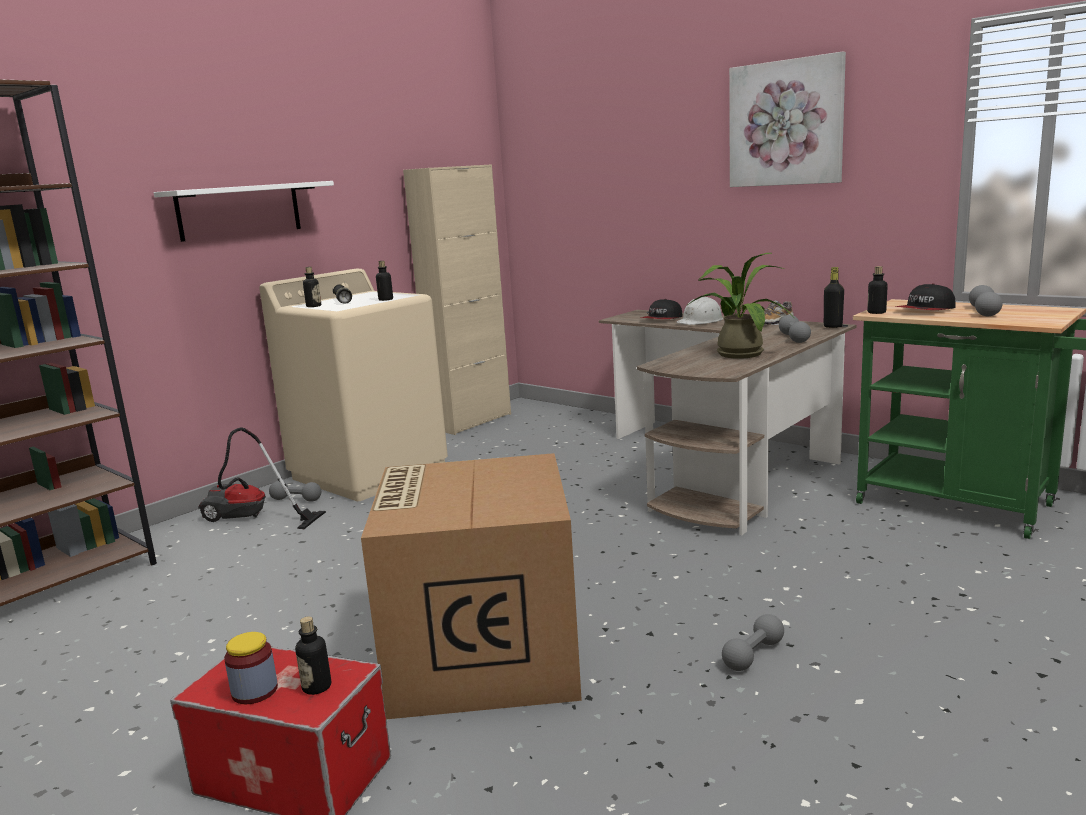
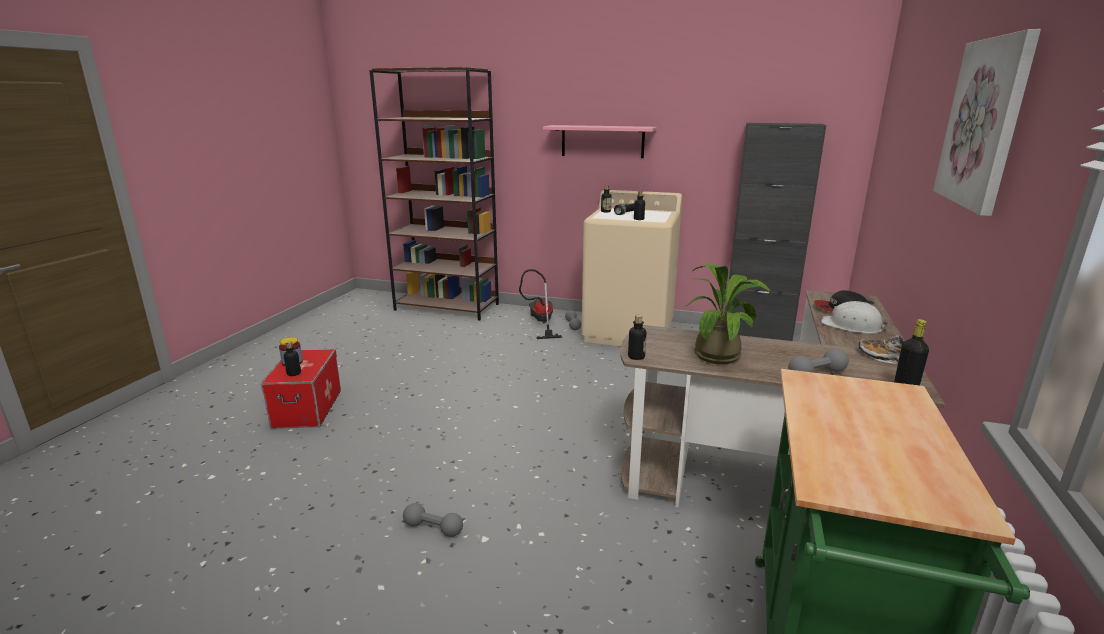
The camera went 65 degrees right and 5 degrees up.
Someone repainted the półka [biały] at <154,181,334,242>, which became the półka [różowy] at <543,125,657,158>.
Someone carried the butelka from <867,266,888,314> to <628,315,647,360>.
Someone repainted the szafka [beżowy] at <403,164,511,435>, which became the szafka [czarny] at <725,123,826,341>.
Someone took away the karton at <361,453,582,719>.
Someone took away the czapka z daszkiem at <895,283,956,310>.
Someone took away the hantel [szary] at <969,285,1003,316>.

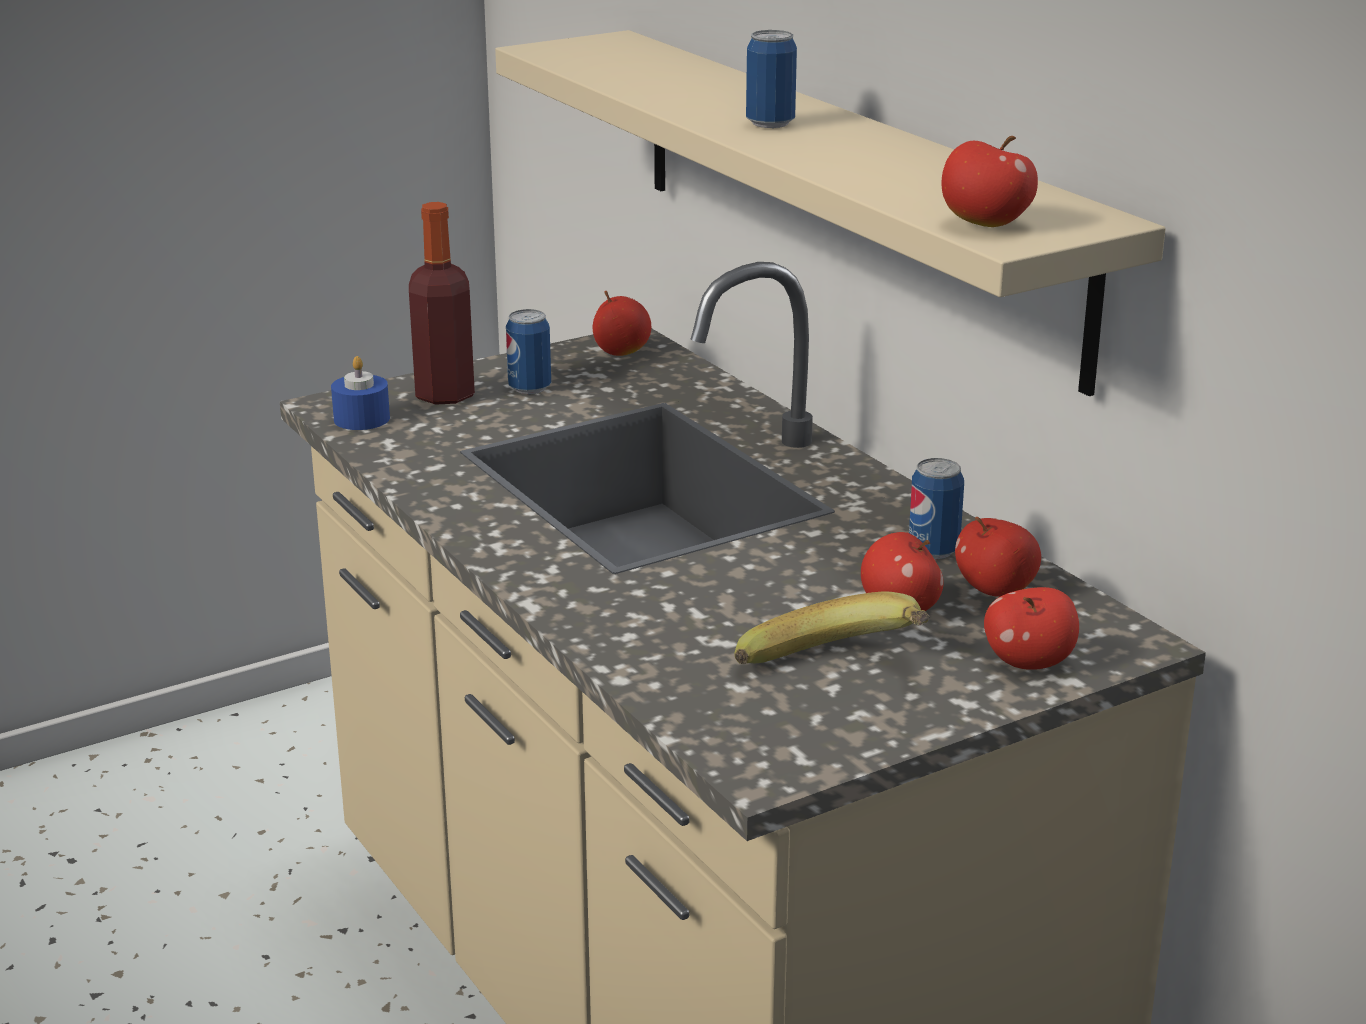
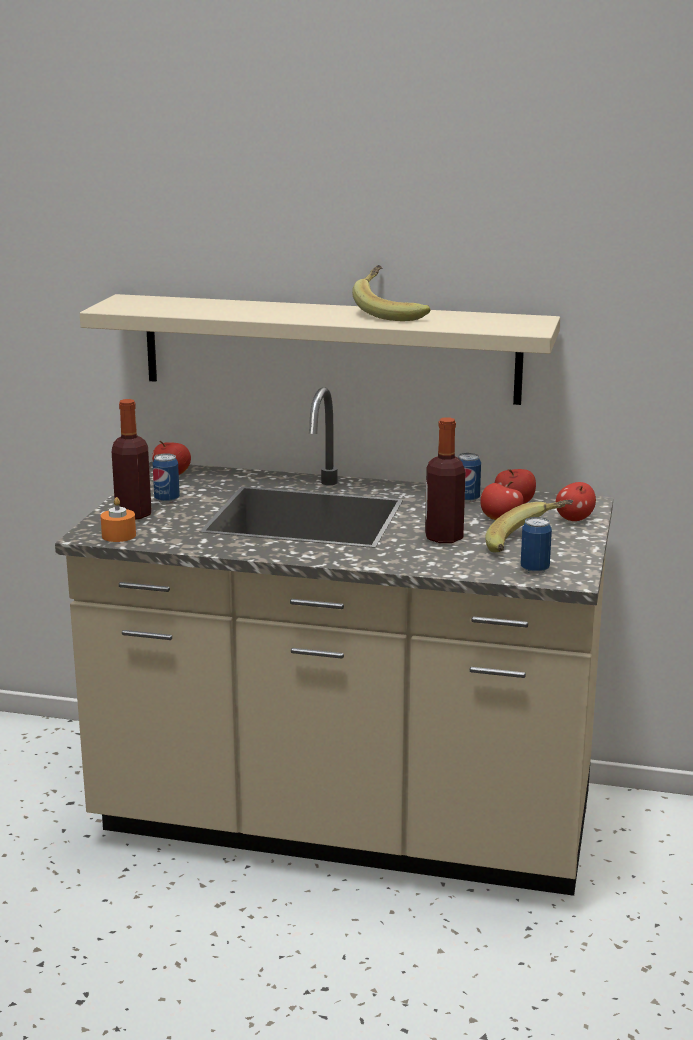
The camera went 45 degrees left and 5 degrees down.
Someone repainted the świeca [niebieski] at <331,356,390,430>, which became the świeca [pomarańczowy] at <101,497,136,542>.
Someone put down the banan at <352,265,431,321>.
Someone put down the butelka at <425,417,466,543>.
Someone carried the puszka from <746,30,797,128> to <521,517,552,574>.
Someone took away the jabłko at <942,136,1038,227>.

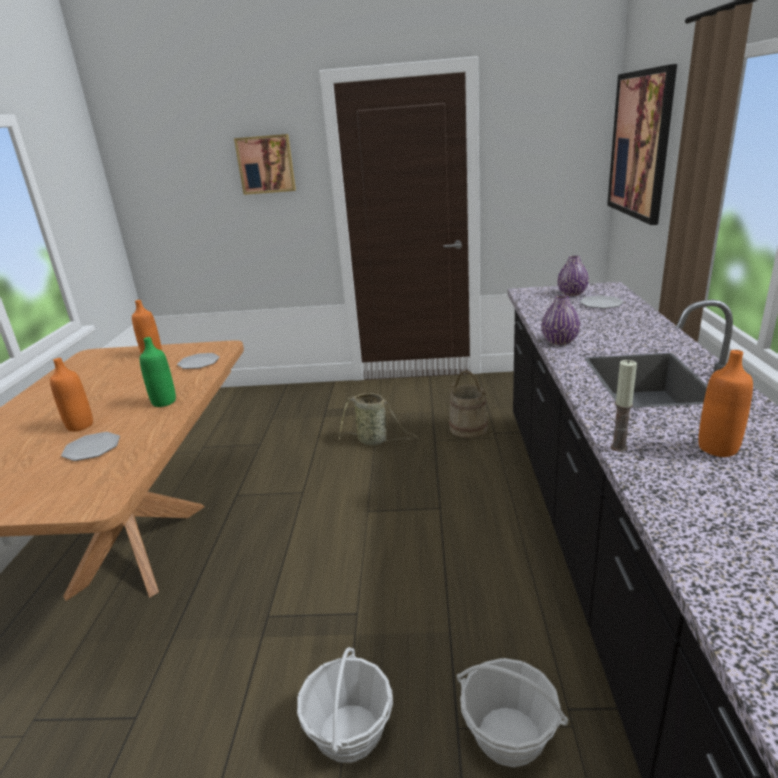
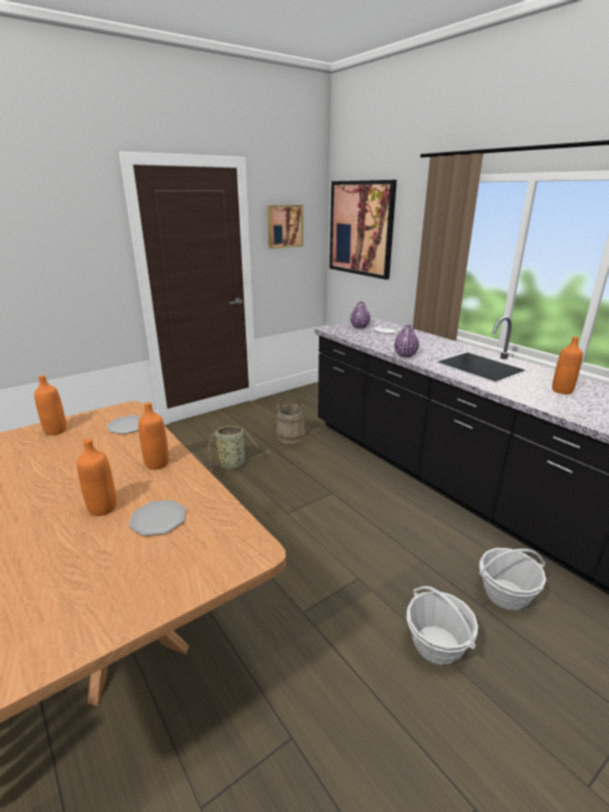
The camera went 40 degrees left and 0 degrees up.
Someone repainted the butelka [zielony] at <140,337,176,407>, which became the butelka [pomarańczowy] at <138,402,169,470>.
Someone carried the obraz from <234,134,296,195> to <267,205,303,249>.
Someone took away the świeca at <611,360,637,452>.

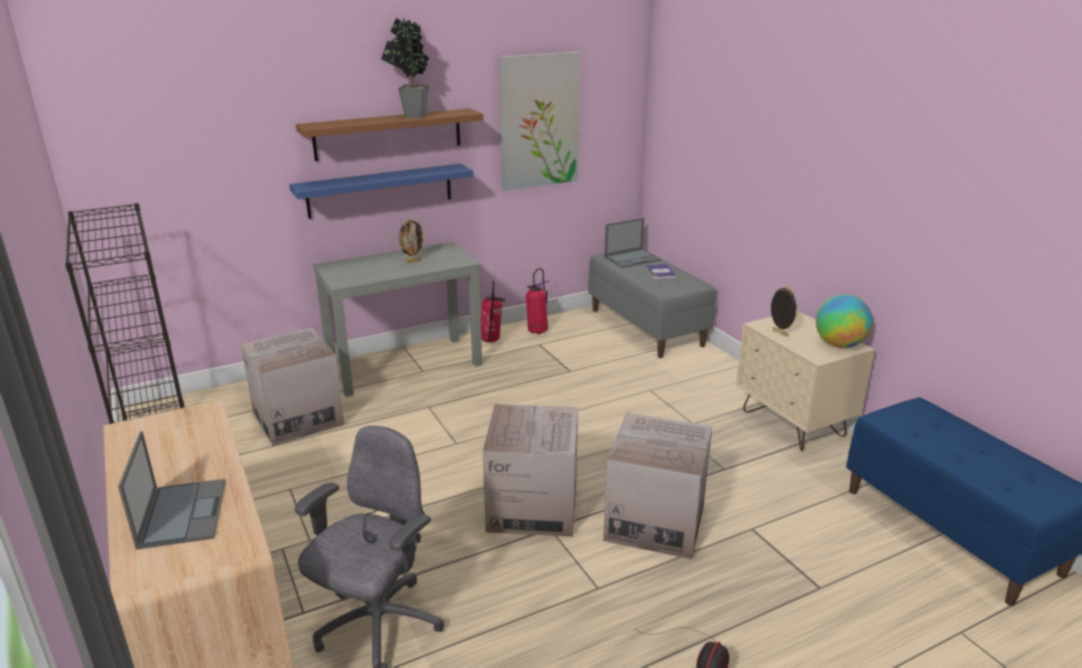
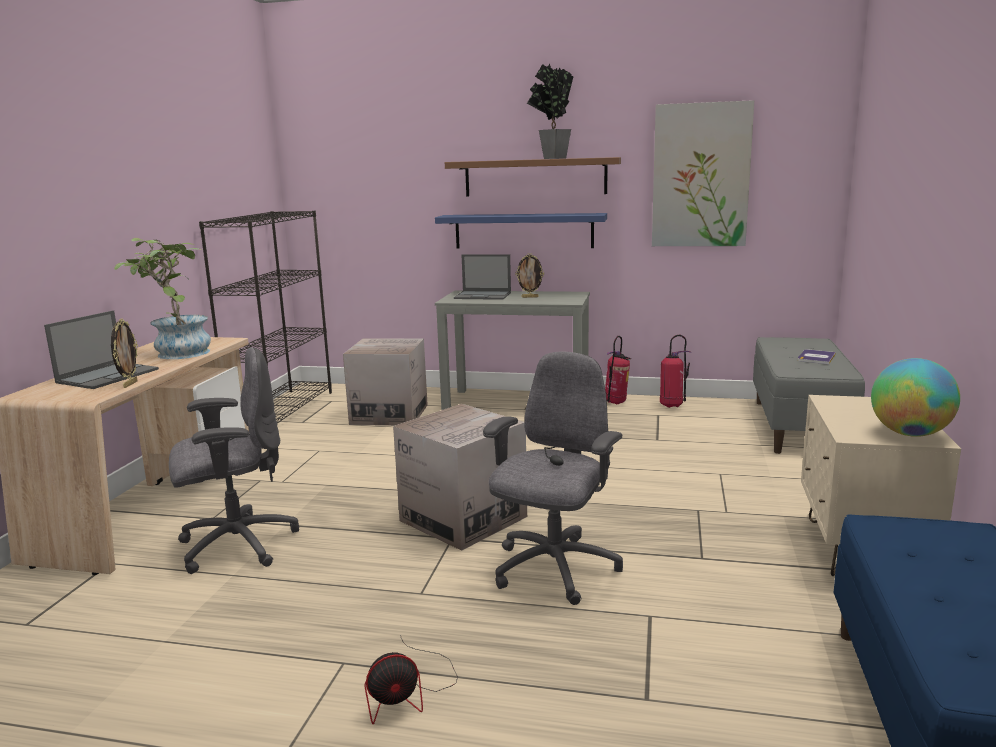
The camera went 40 degrees right and 10 degrees down.
Someone carried the ramka na zdjęcie from <771,286,799,337> to <111,319,138,388>.
Someone put down the roślina doniczkowa at <114,238,211,359>.
Someone carried the laptop from <604,218,661,268> to <454,254,511,300>.
Someone swapped the karton at <603,412,712,559> for the krzesło biurowe [szary] at <483,352,623,605>.

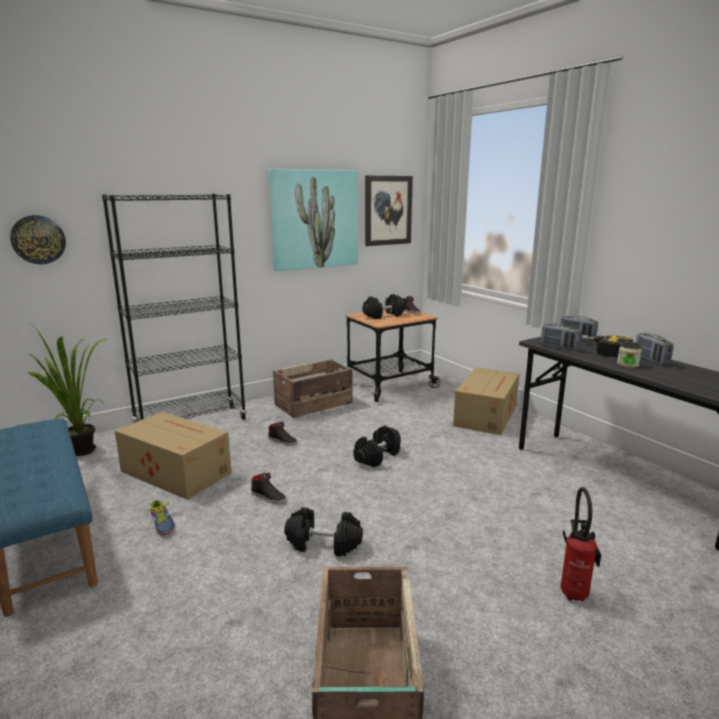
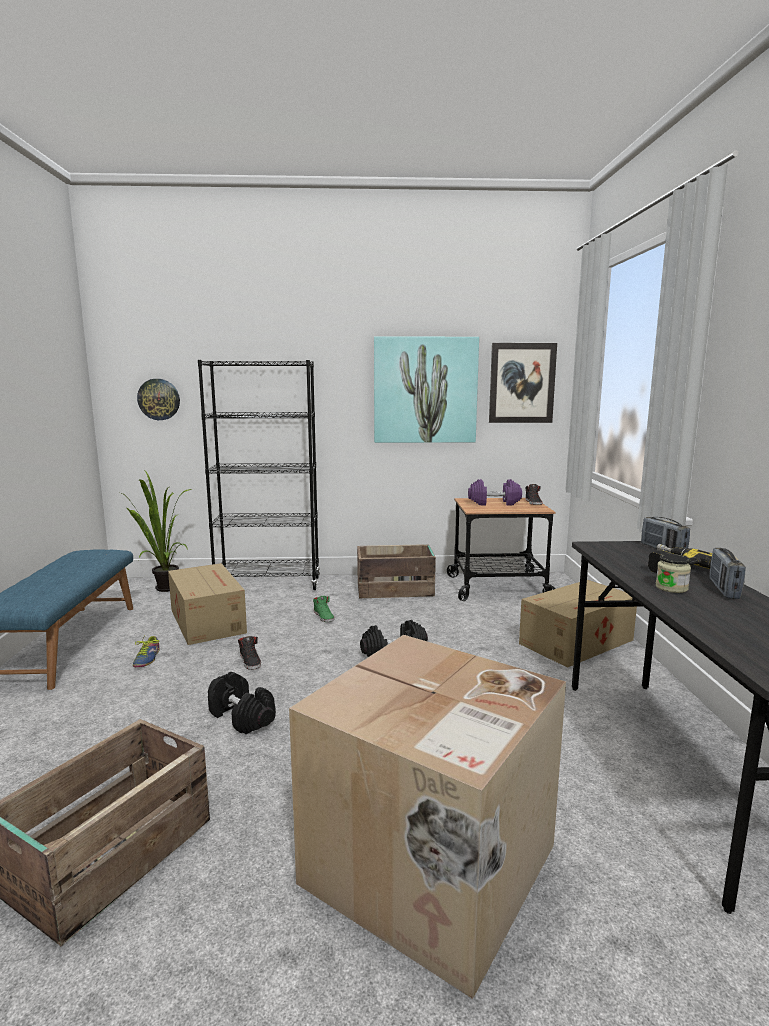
The camera went 30 degrees right and 5 degrees down.
Someone swapped the gaśnica at <560,487,601,601> for the karton at <289,635,566,999>.
Someone repainted the but [czarny] at <268,421,298,445>, which became the but [zielony] at <313,596,334,622>.
Someone repainted the hantel [czarny] at <362,294,405,319>, which became the hantel [fioletowy] at <468,479,522,506>.
Someone took away the radio at <541,324,581,351>.

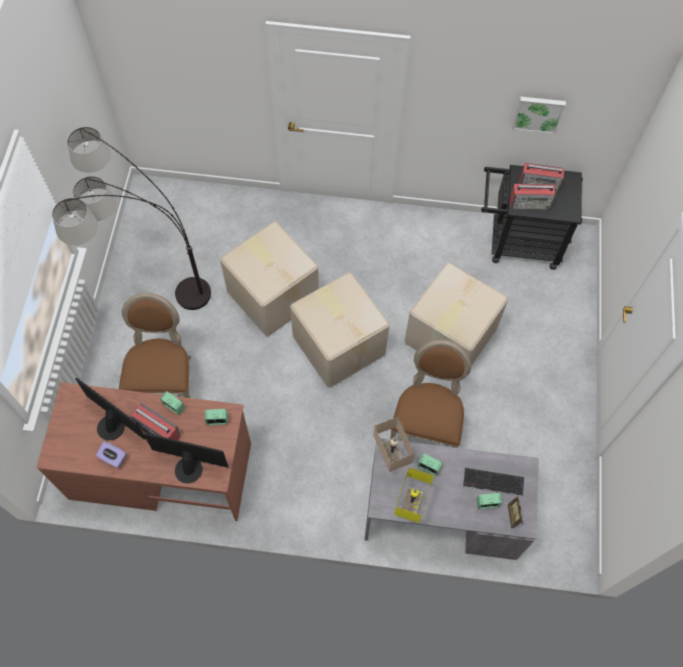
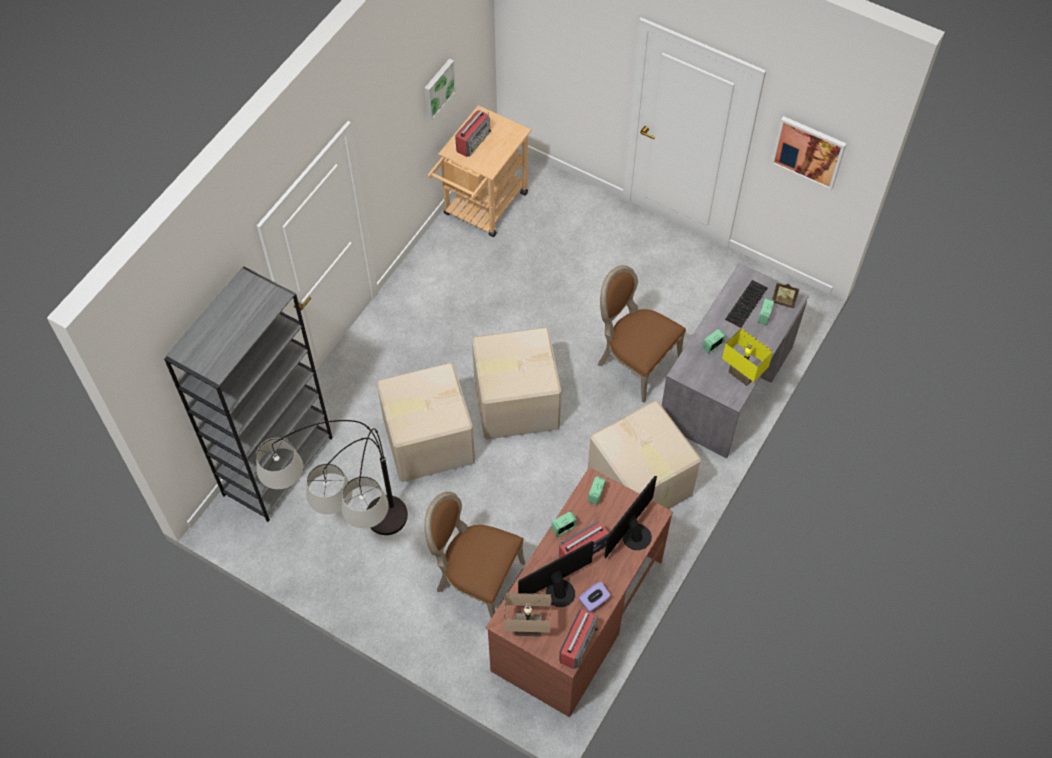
The camera went 65 degrees left and 5 degrees down.
Someone put down the regał [szary] at <164,267,333,522>.
Someone repainted the wózek [czarny] at <481,165,583,270>, which became the wózek [beżowy] at <428,105,531,237>.
Someone carried the lampa stołowa [beżowy] from <373,417,415,472> to <504,593,551,637>.
Someone carried the radio from <510,184,556,210> to <559,609,598,669>.
Someone carried the karton from <405,262,508,365> to <588,401,701,509>.
Someone put up the obraz at <771,116,847,191>.

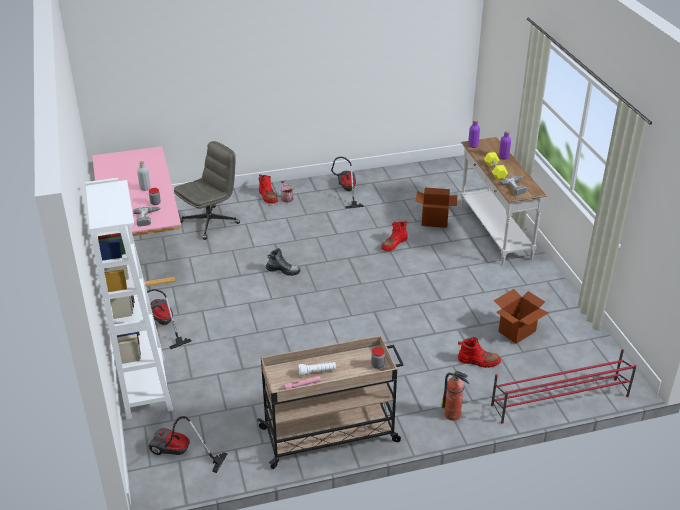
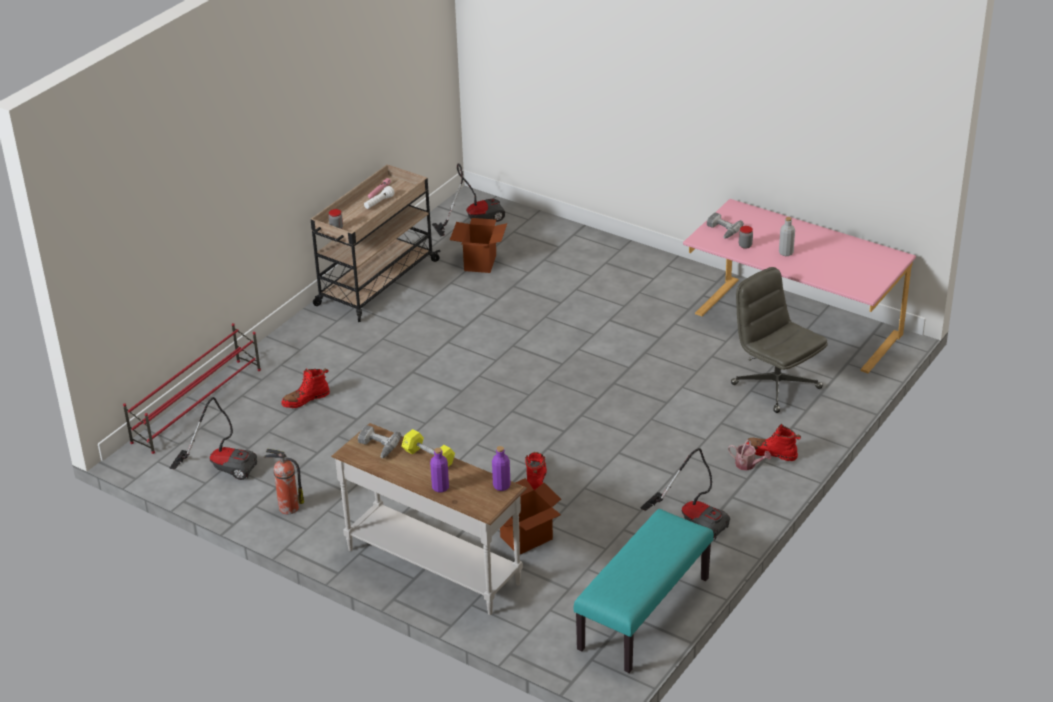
The camera went 140 degrees right and 0 degrees up.
Someone carried the odkurzacz from <147,289,191,349> to <170,397,257,480>.
Someone carried the gaśnica from <441,371,469,421> to <264,449,304,514>.
Someone carried the karton from <494,289,549,344> to <450,218,507,273>.
Someone put down the ławka [turkusowy] at <574,509,714,673>.
Someone rotated the krzesło biurowe [szary] at <174,141,240,240> by 135 degrees clockwise.
Someone took away the regał [biały] at <85,178,173,419>.
Someone took away the but z cholewką at <266,248,301,276>.

